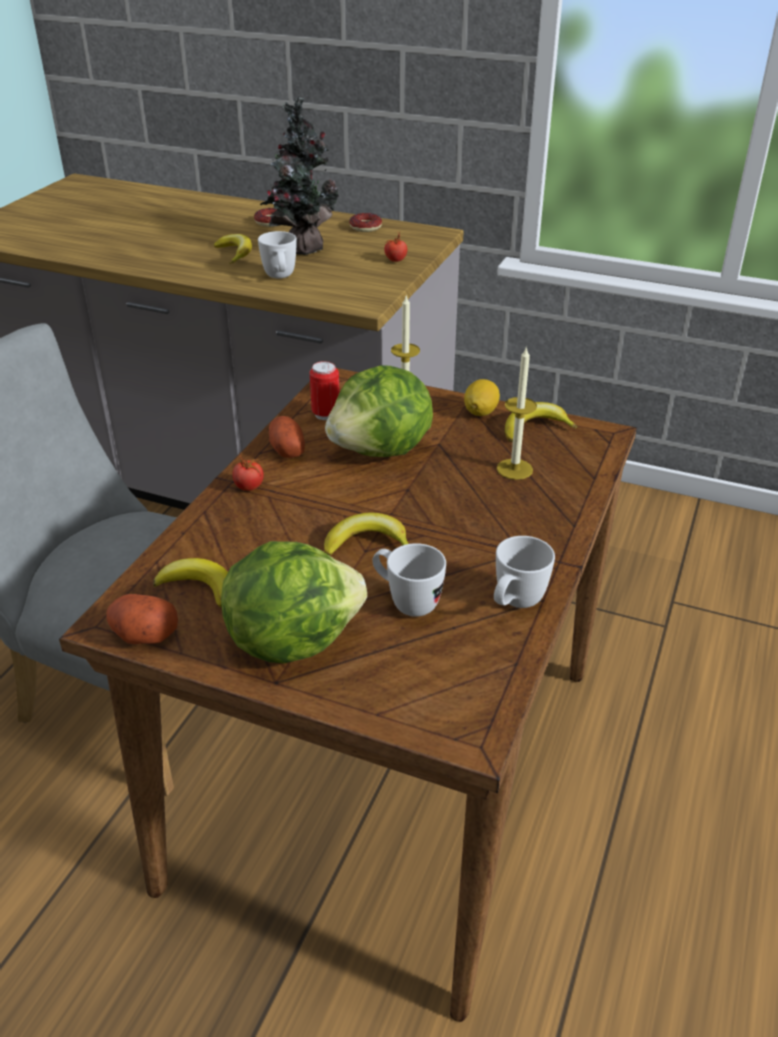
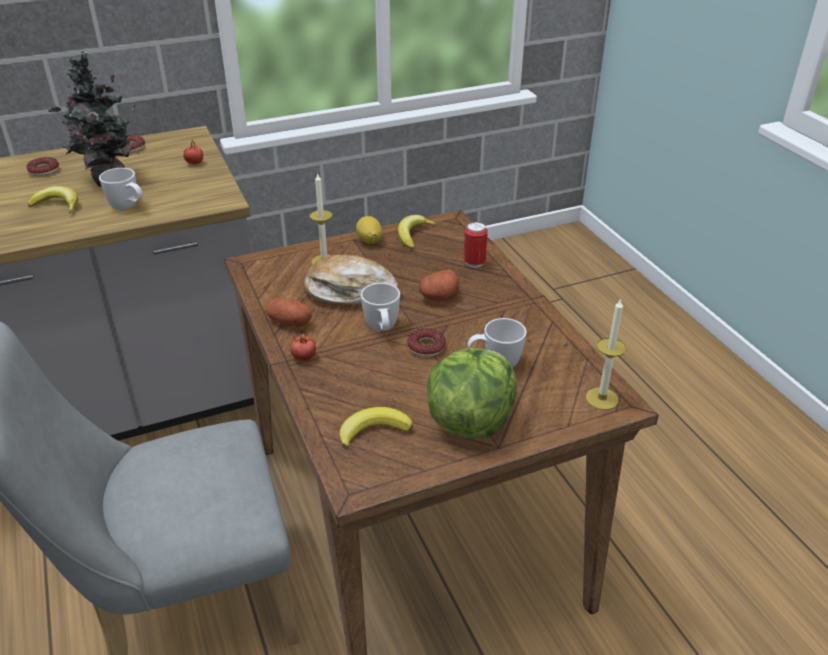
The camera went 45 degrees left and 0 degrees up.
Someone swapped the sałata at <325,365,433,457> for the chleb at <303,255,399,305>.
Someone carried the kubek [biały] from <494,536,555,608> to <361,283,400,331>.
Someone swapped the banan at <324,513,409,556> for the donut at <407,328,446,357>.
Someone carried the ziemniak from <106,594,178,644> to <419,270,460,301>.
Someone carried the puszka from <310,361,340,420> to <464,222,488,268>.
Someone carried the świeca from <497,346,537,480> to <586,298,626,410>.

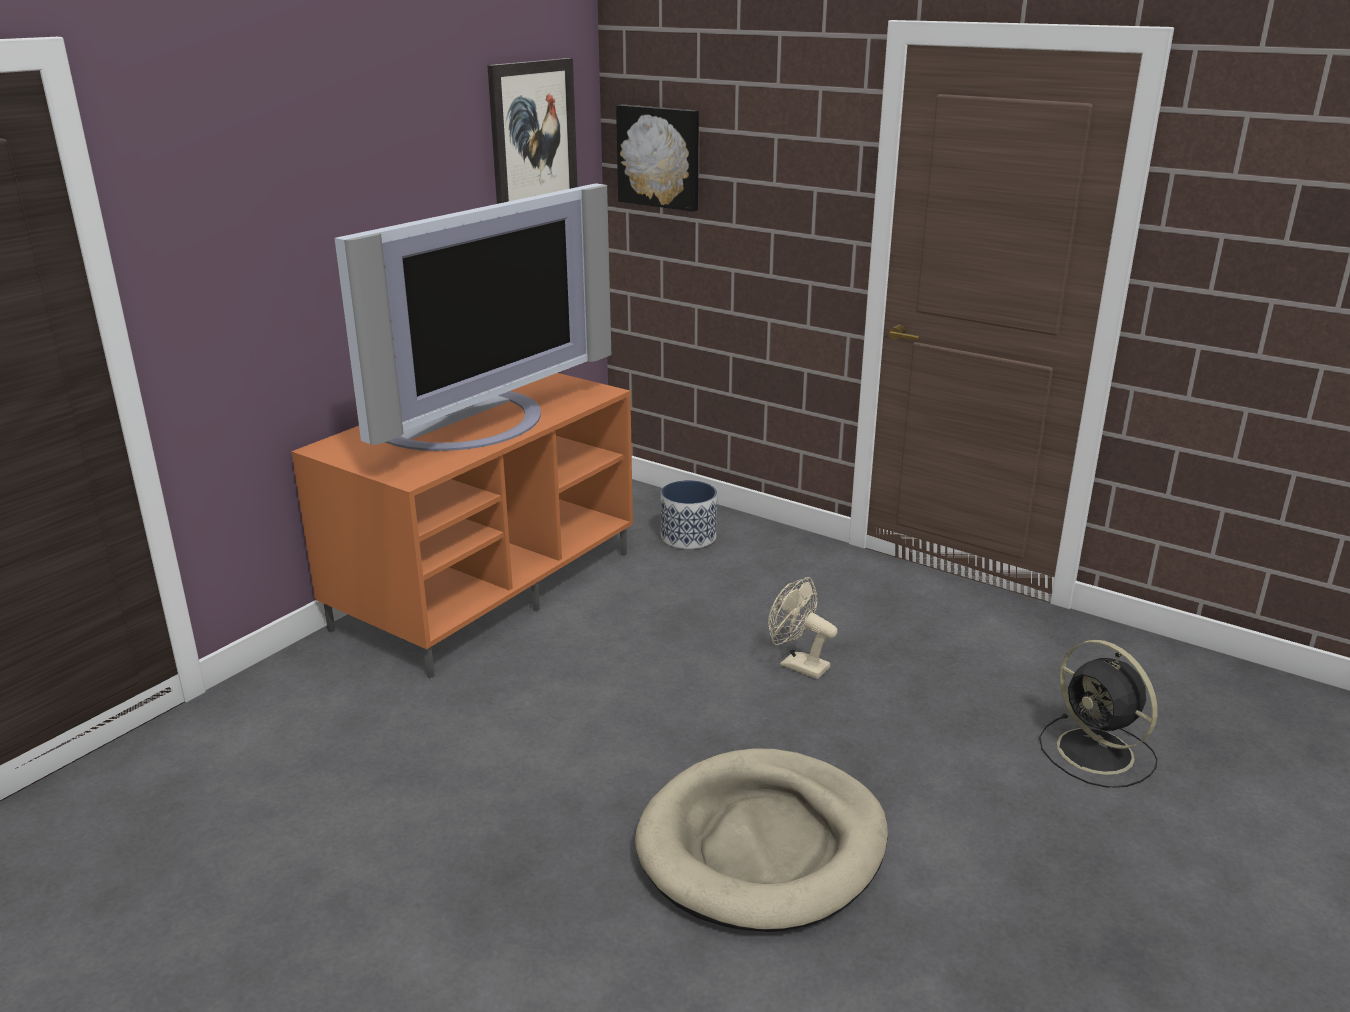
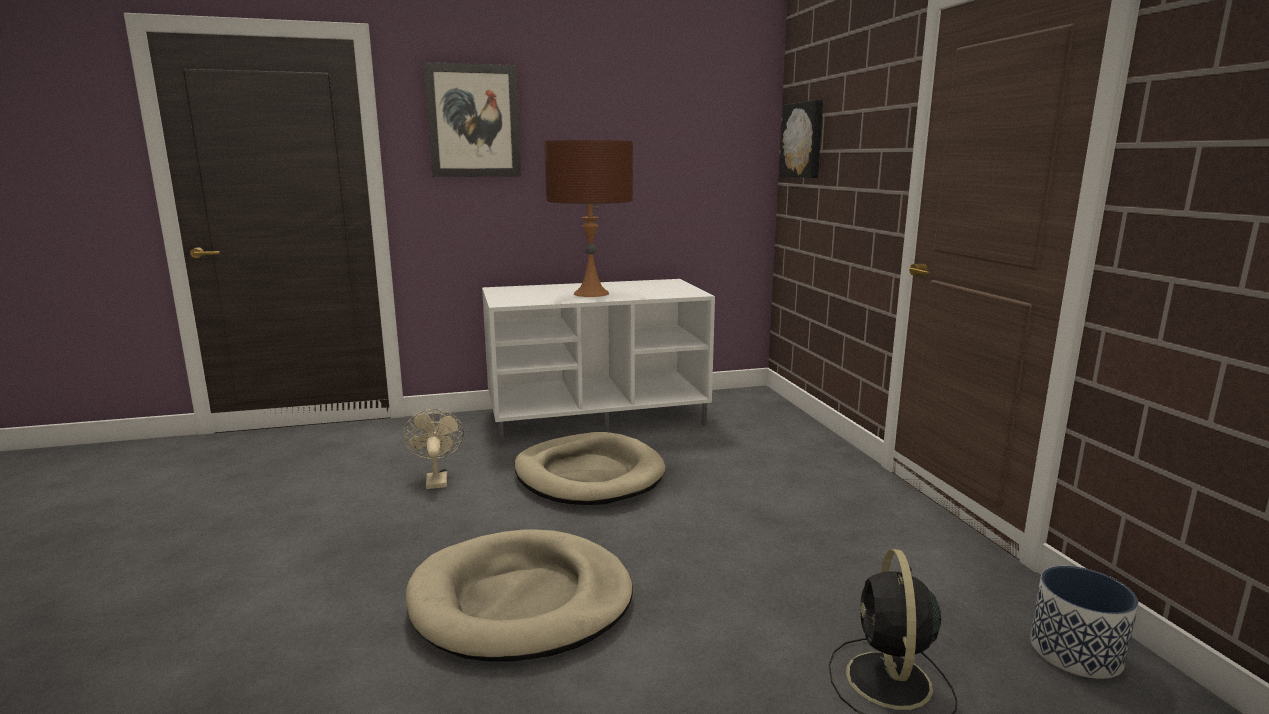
The camera went 40 degrees right and 10 degrees down.
Someone carried the wentylator [beżowy] from <768,577,838,679> to <403,409,464,489>.
Someone carried the obraz from <487,58,578,204> to <424,62,521,177>.
Someone repainted the szafka pod telewizor [pomarańczowy] at <291,373,633,679>, which became the szafka pod telewizor [biały] at <482,279,715,446>.
Someone put down the legowisko [beżowy] at <514,432,666,505>.
Someone swapped the telewizor at <335,183,611,451> for the lampa stołowa [brązowy] at <544,140,633,297>.
Someone carried the donica from <661,480,717,549> to <1030,566,1138,679>.

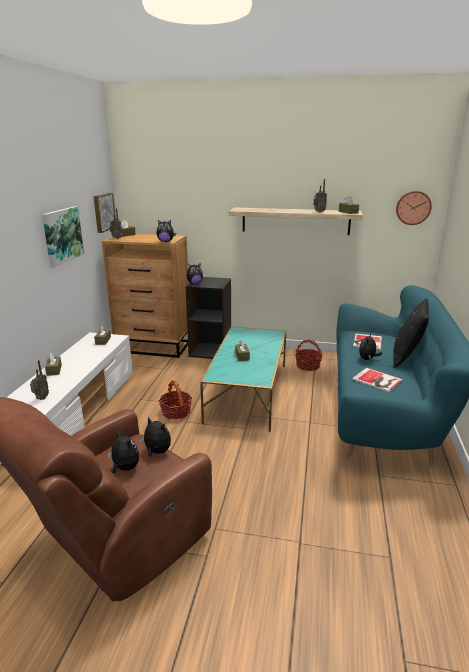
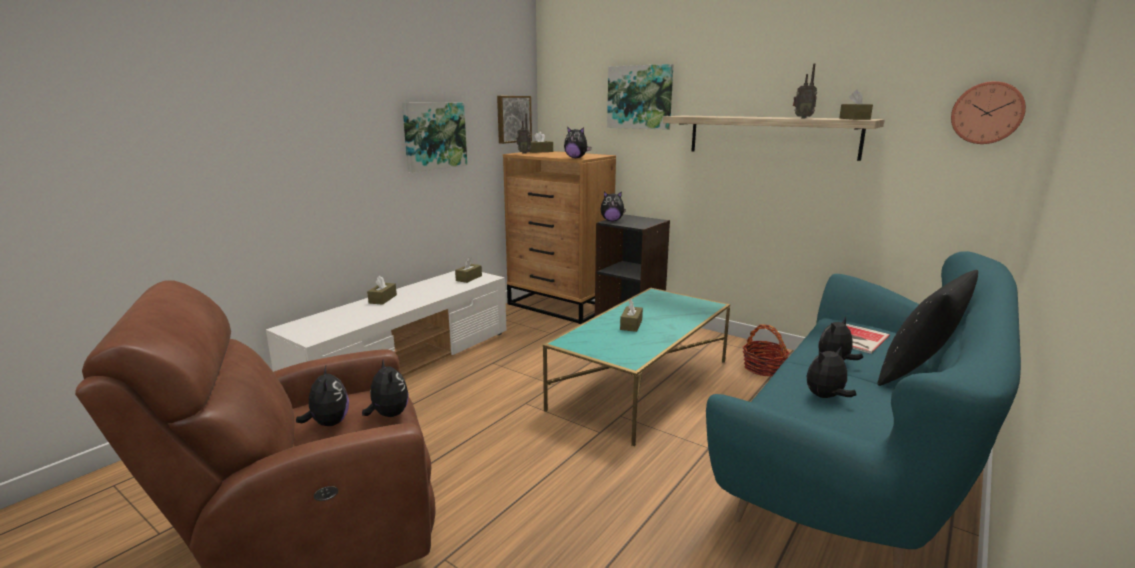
The camera went 25 degrees right and 5 degrees down.
Someone put up the obraz at <607,64,674,130>.
Someone swapped the książka at <352,368,403,392> for the pluszak at <807,346,856,398>.
Someone took away the radio at <30,360,49,400>.
Someone took away the koszyk at <159,380,192,419>.

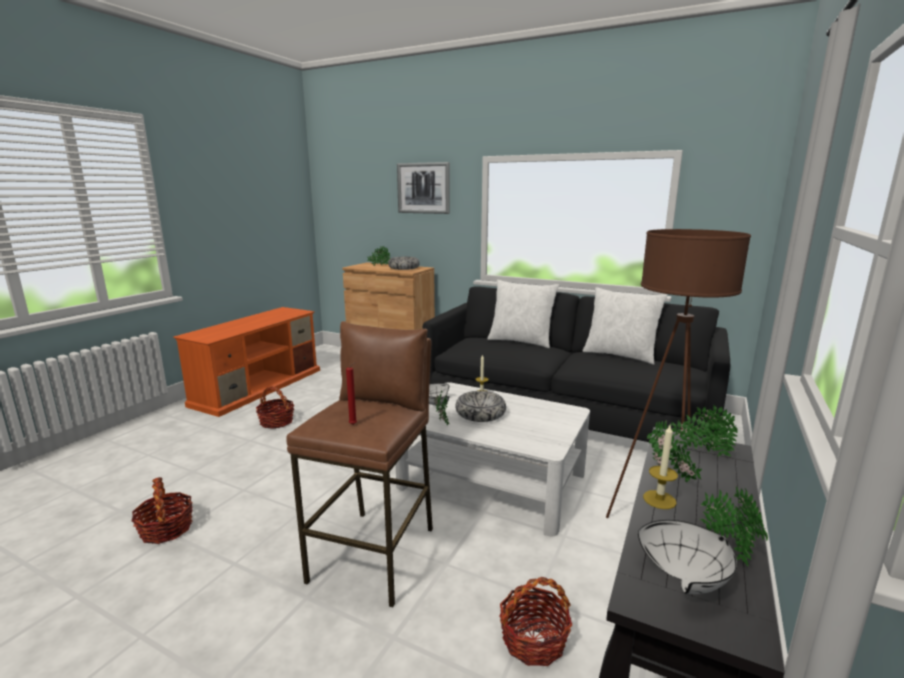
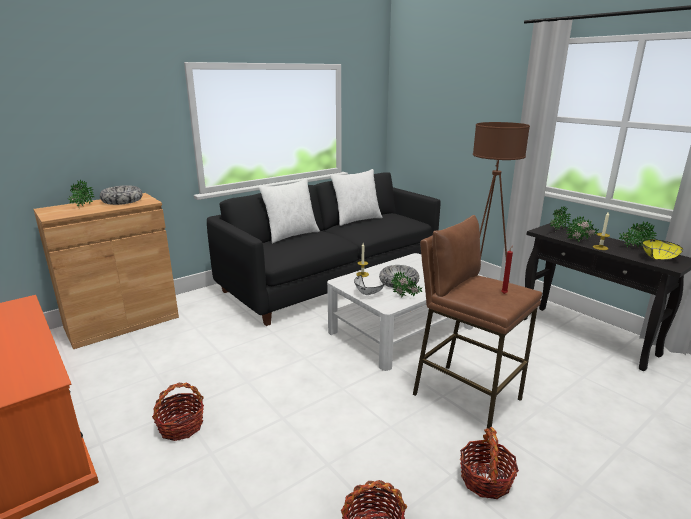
The camera went 65 degrees left and 5 degrees up.
Someone carried the koszyk from <500,577,572,666> to <460,427,519,499>.
Someone repainted the miska [biały] at <638,520,737,594>, which became the miska [żółty] at <643,239,683,260>.
Someone took away the obraz at <397,162,450,214>.

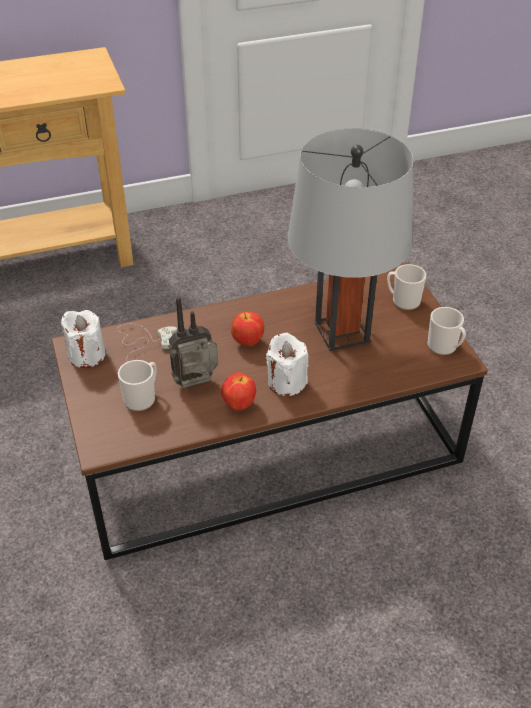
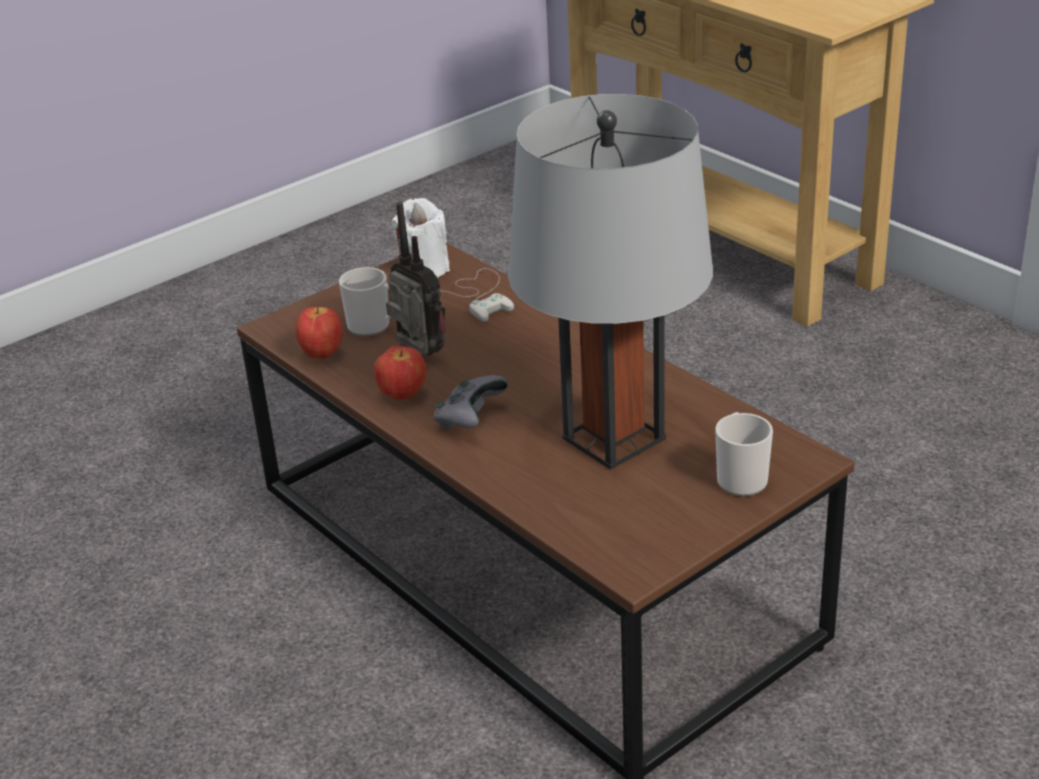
The camera went 70 degrees right and 10 degrees down.
Someone carried the jabłko from <231,311,264,346> to <295,306,343,359>.
Someone swapped the świeca [biały] at <266,333,309,396> for the pad do gier [szary] at <433,375,509,430>.
Someone took away the kubek at <427,307,466,355>.

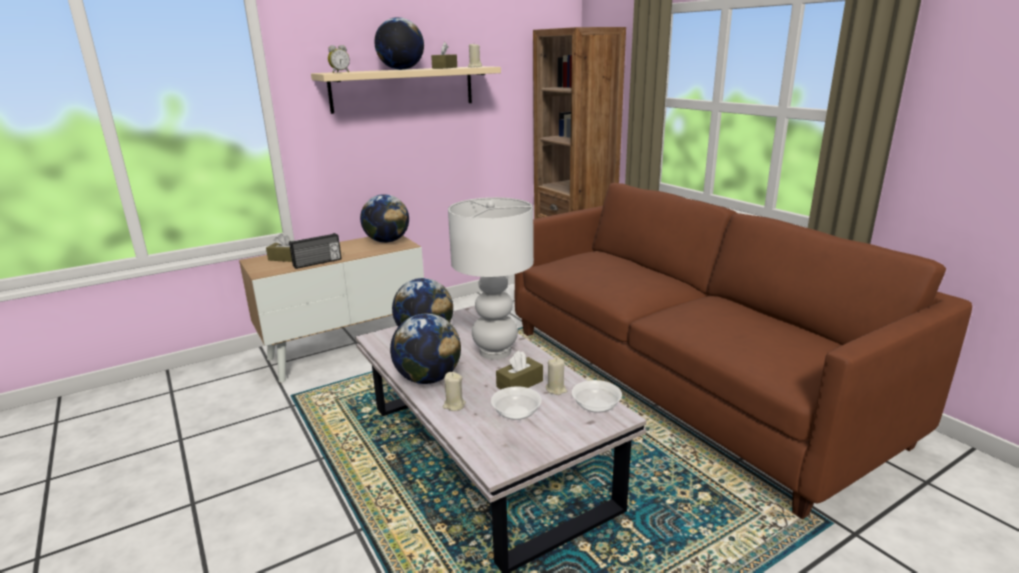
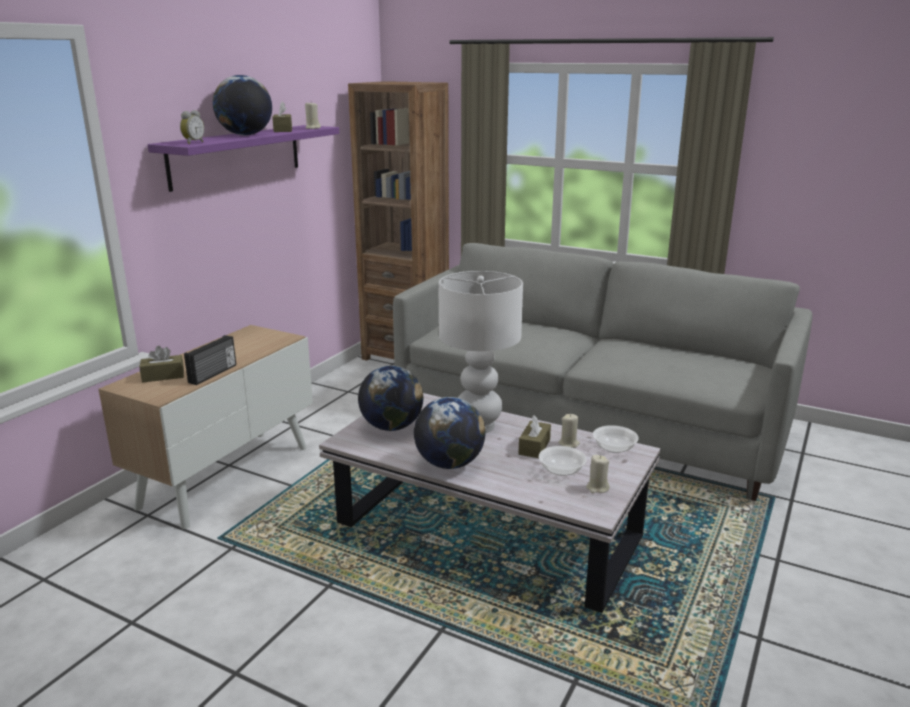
The camera went 30 degrees left and 0 degrees up.
Someone repainted the półka [beżowy] at <311,66,501,114>, which became the półka [fioletowy] at <148,125,339,192>.
Someone repainted the kanapa [brązowy] at <515,183,972,519>, which became the kanapa [szary] at <393,243,812,501>.
Someone carried the świeca [beżowy] from <443,372,466,411> to <586,455,610,493>.
Someone took away the globus at <360,194,409,243>.

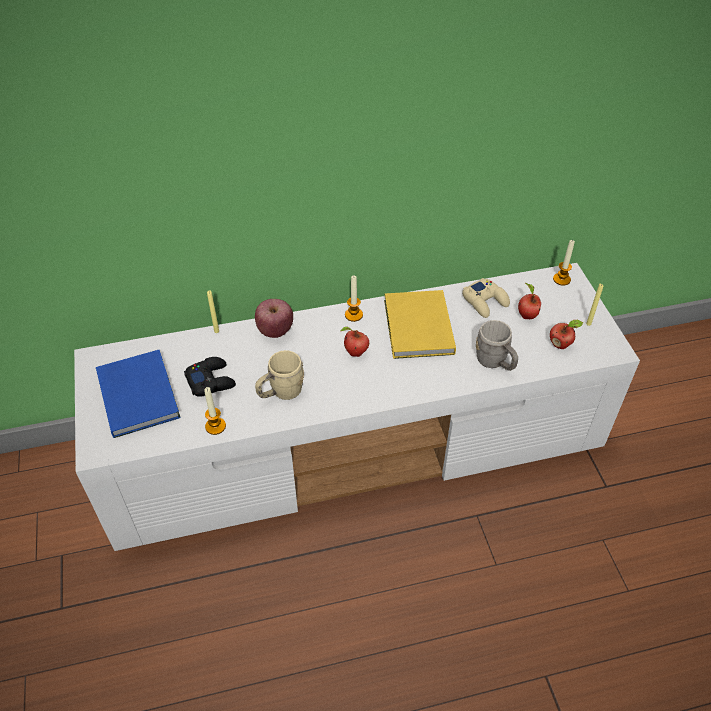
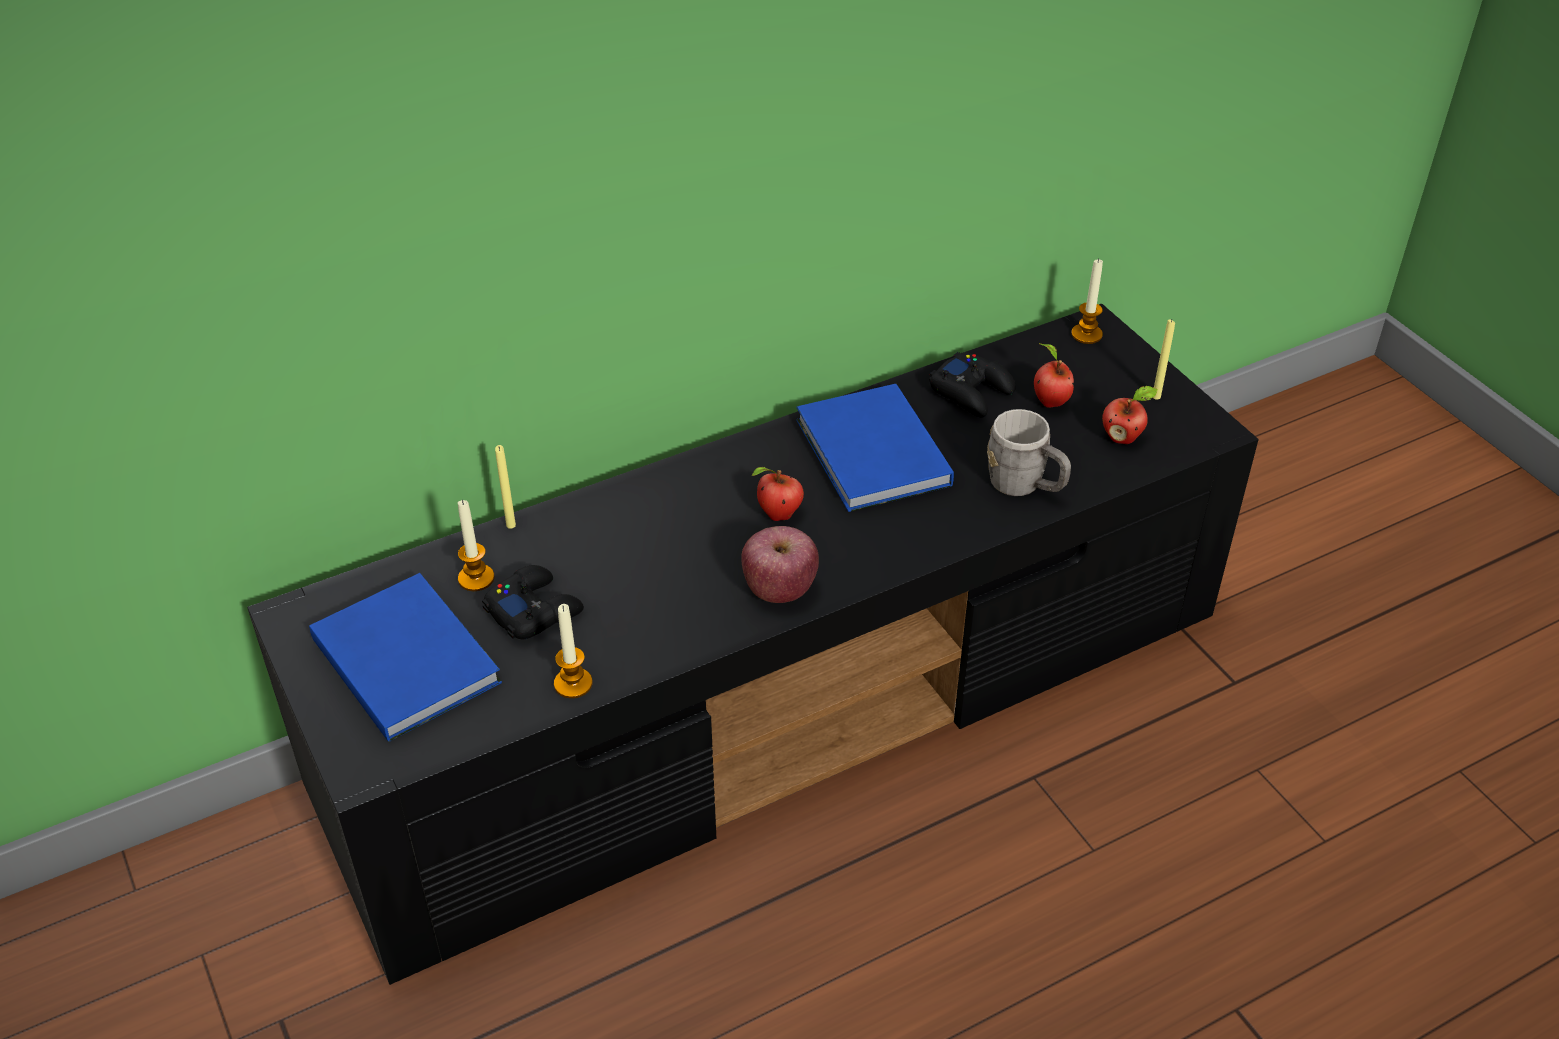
The camera went 15 degrees left and 5 degrees down.
Someone repainted the szafka pod telewizor [biały] at <74,263,640,551>, which became the szafka pod telewizor [czarny] at <247,304,1259,985>.
Someone carried the świeca from <345,275,363,322> to <458,500,494,591>.
Someone carried the jabłko from <255,299,293,338> to <741,526,819,603>.
Someone repainted the książka [żółty] at <384,290,456,359>, which became the książka [niebieski] at <796,384,954,512>.
Someone repainted the pad do gier [beżowy] at <462,278,510,318>, which became the pad do gier [czarny] at <929,352,1016,418>.
Someone took away the kubek [beżowy] at <255,350,304,400>.

